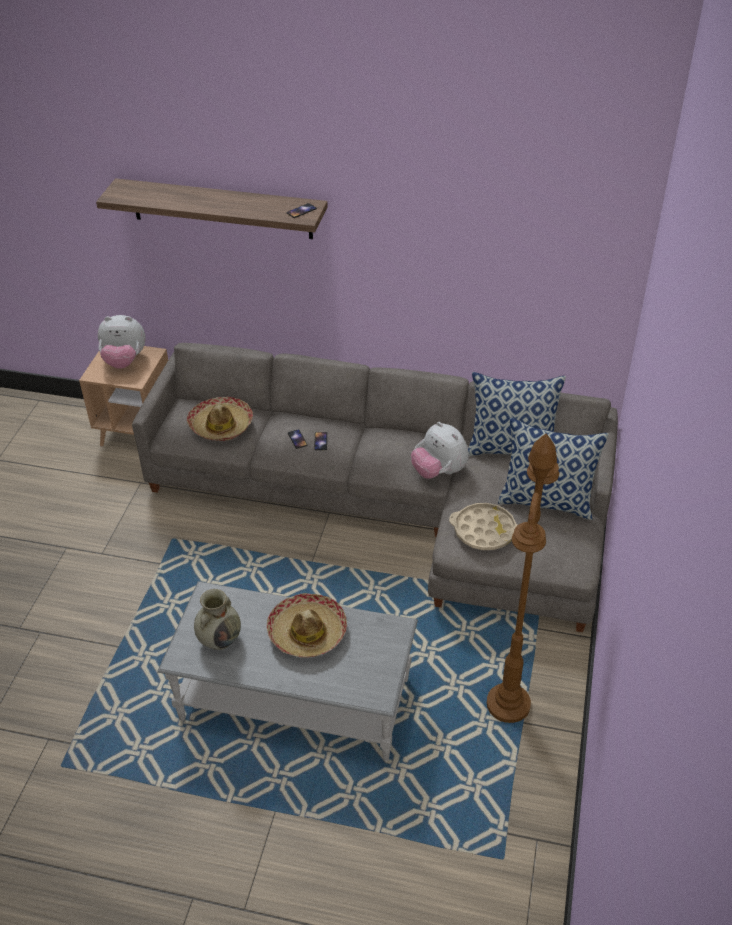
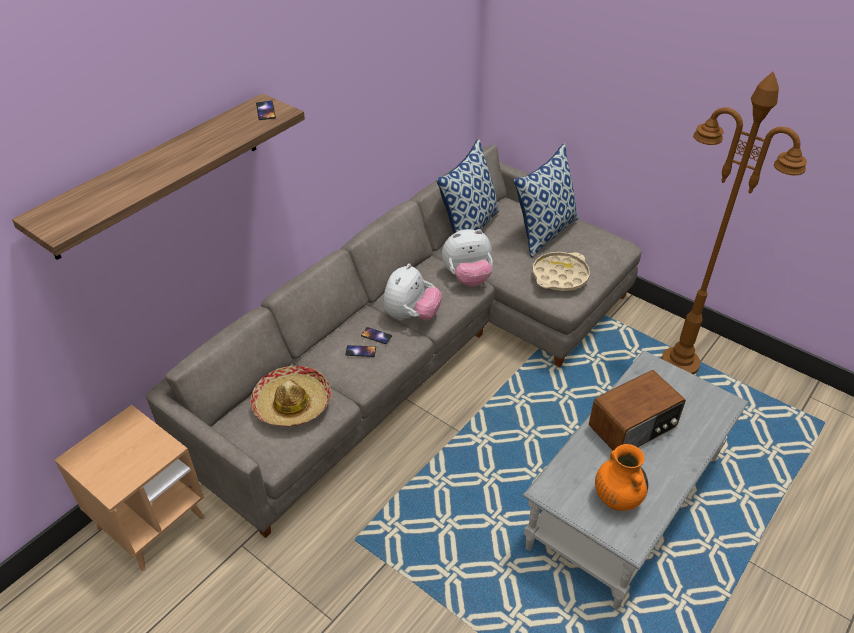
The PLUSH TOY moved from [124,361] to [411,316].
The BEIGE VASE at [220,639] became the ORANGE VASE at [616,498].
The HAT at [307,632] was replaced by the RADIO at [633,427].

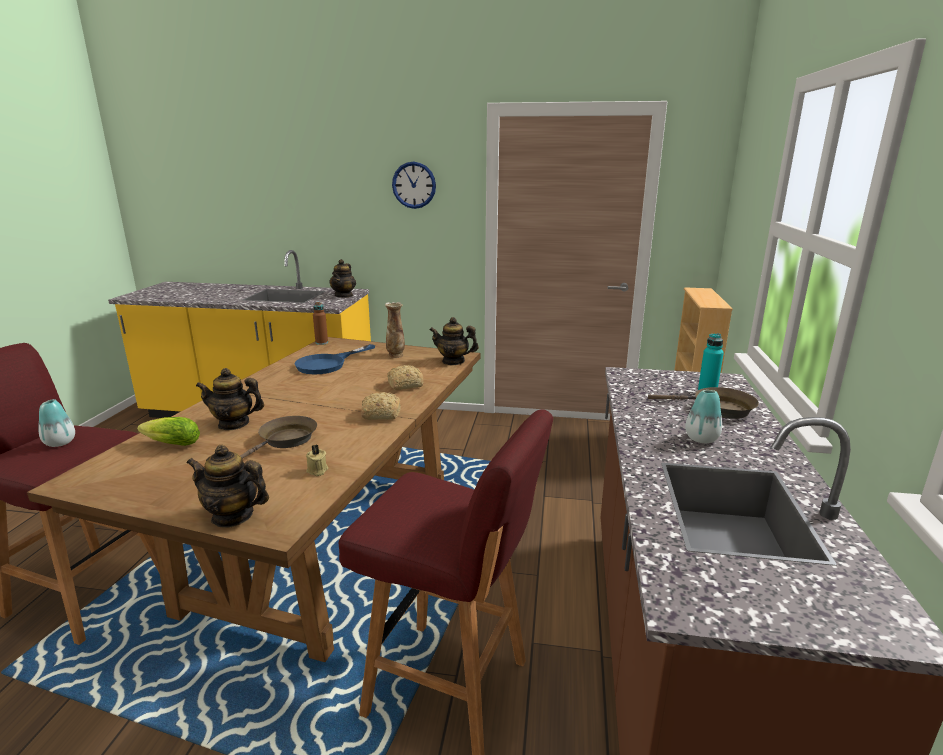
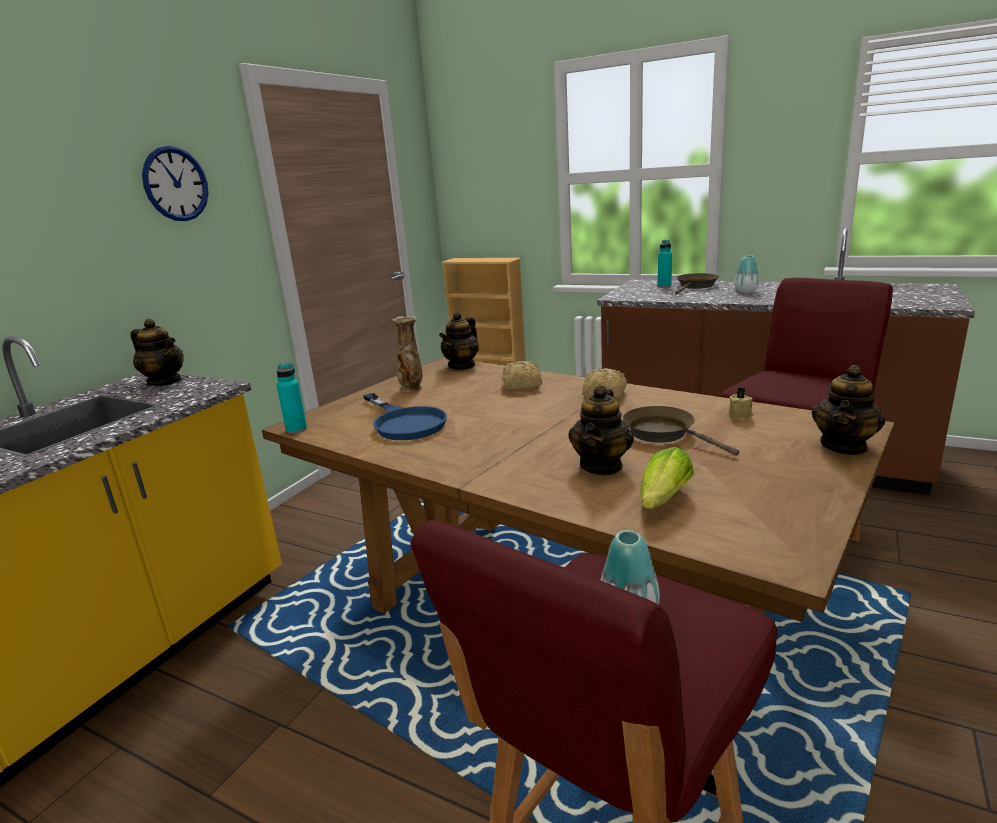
The BROWN BOTTLE at [321,343] became the TURQUOISE BOTTLE at [296,429].

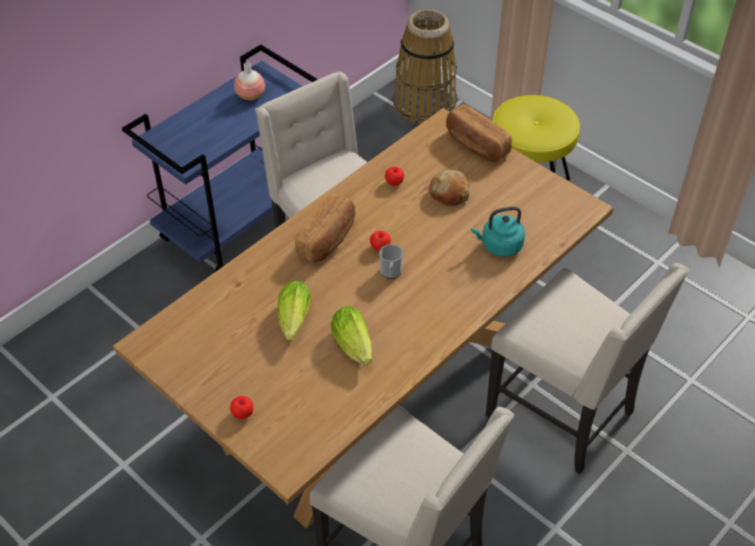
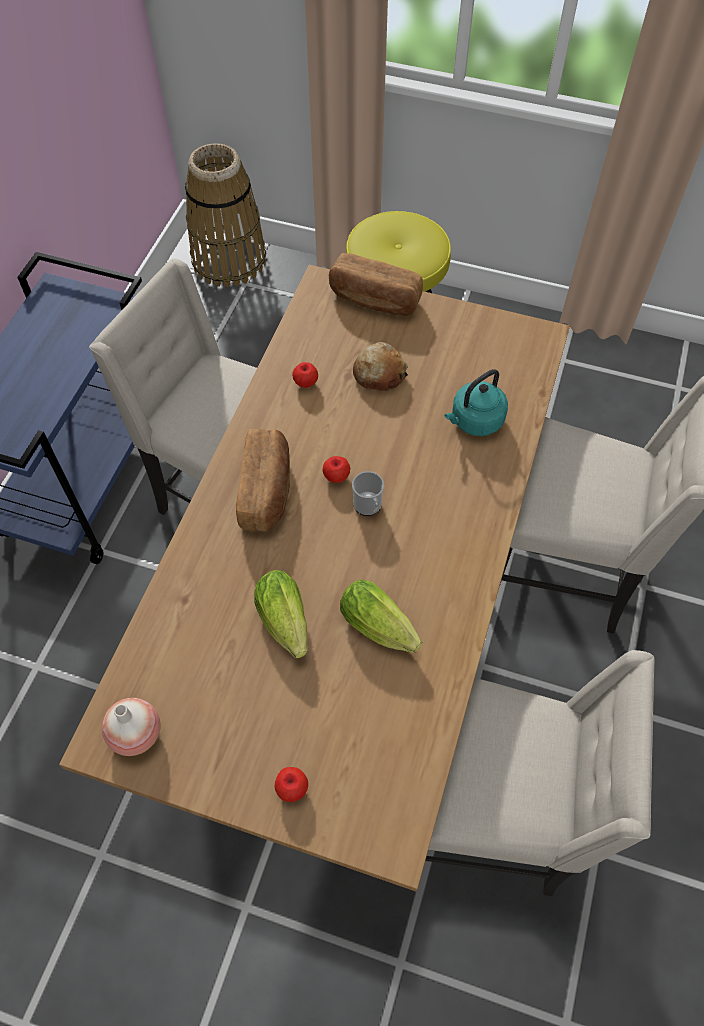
The VASE moved from [250,95] to [136,734].

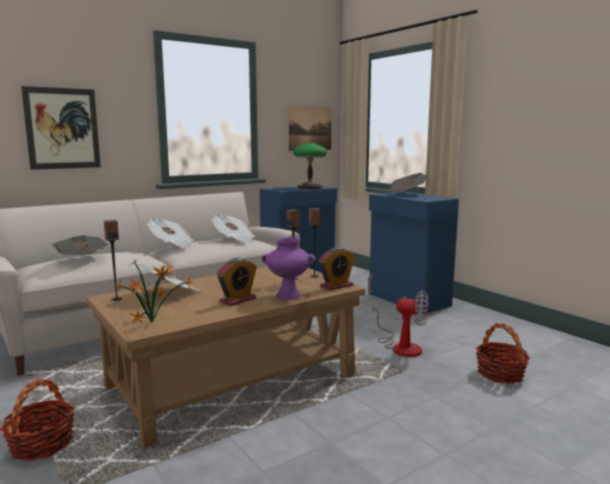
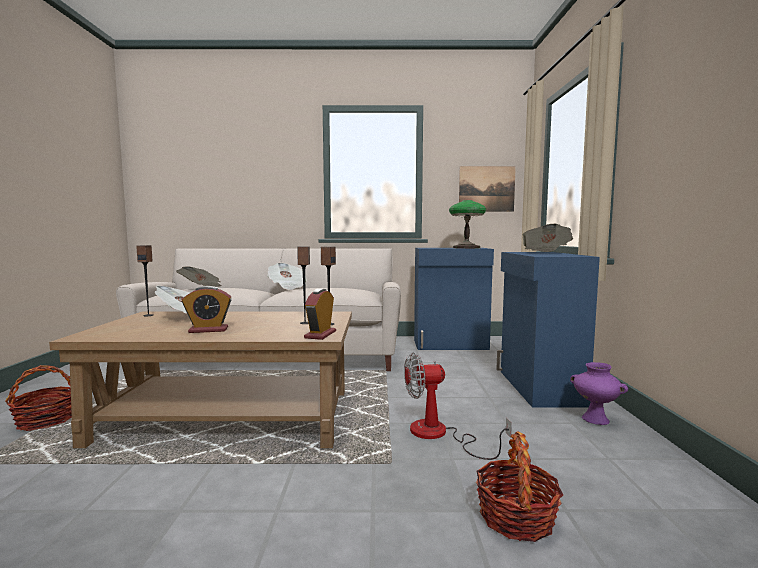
The PICTURE at [62,128] disappeared.
The POTTED PLANT at [153,322] disappeared.
The NEWSPAPER at [234,239] disappeared.
The PURPLE VASE moved from [287,296] to [594,419].
The ALARM CLOCK at [336,286] turned 105 degrees clockwise.
The FAN at [401,346] turned 120 degrees clockwise.

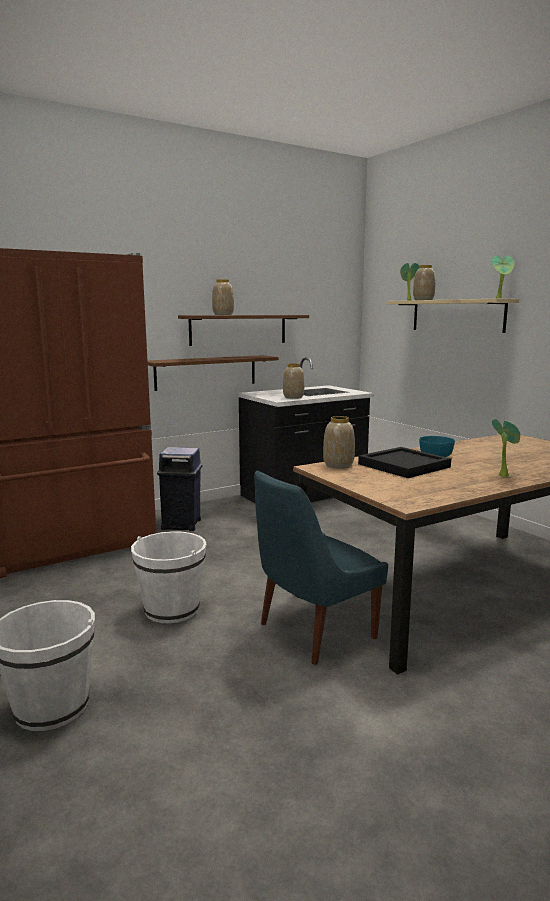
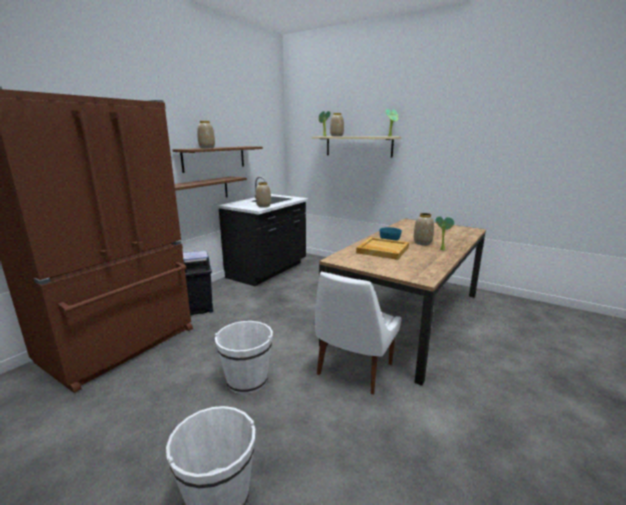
The BLUE CHAIR at [313,632] became the WHITE CHAIR at [353,370].
The VASE moved from [338,465] to [422,243].
The BLACK TRAY at [403,465] became the BEIGE TRAY at [382,250].

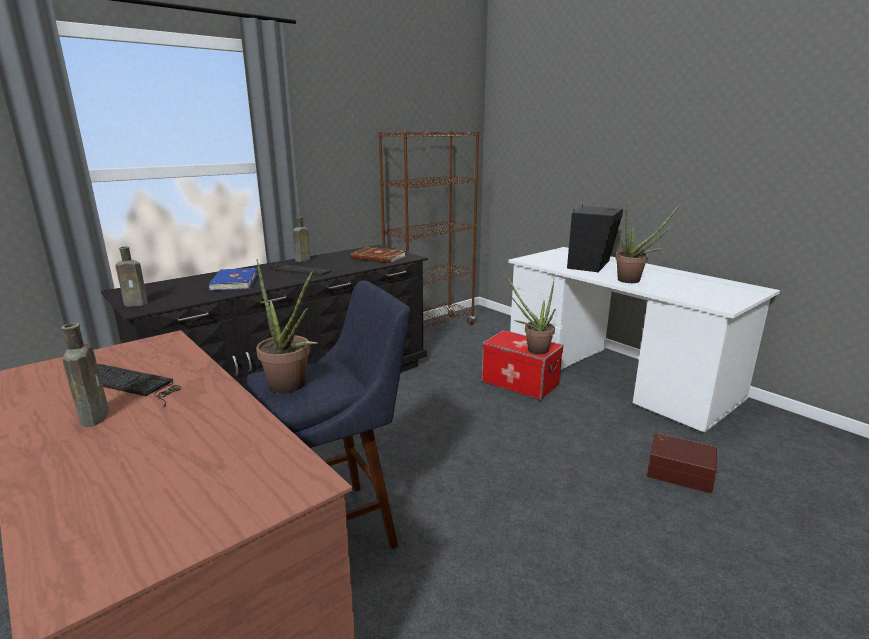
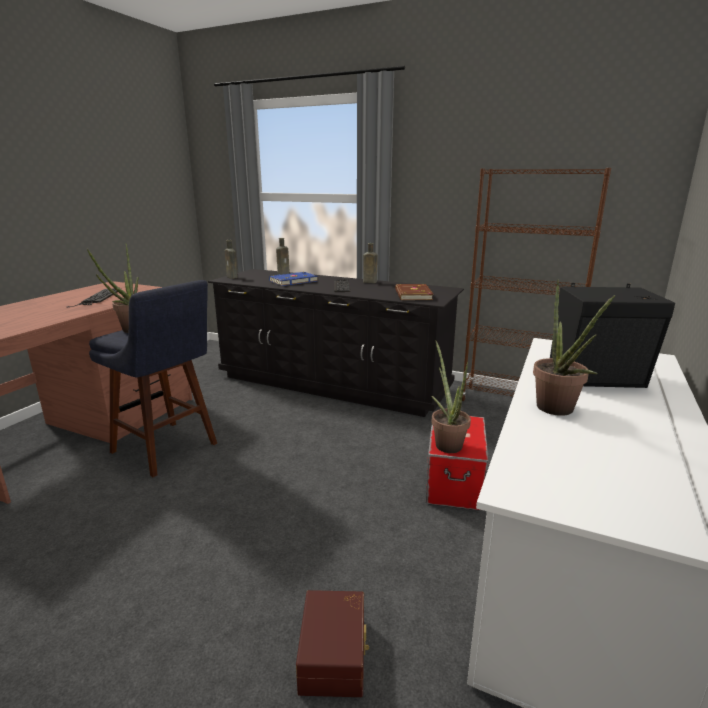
The BROWN BOTTLE moved from [95,416] to [284,274].

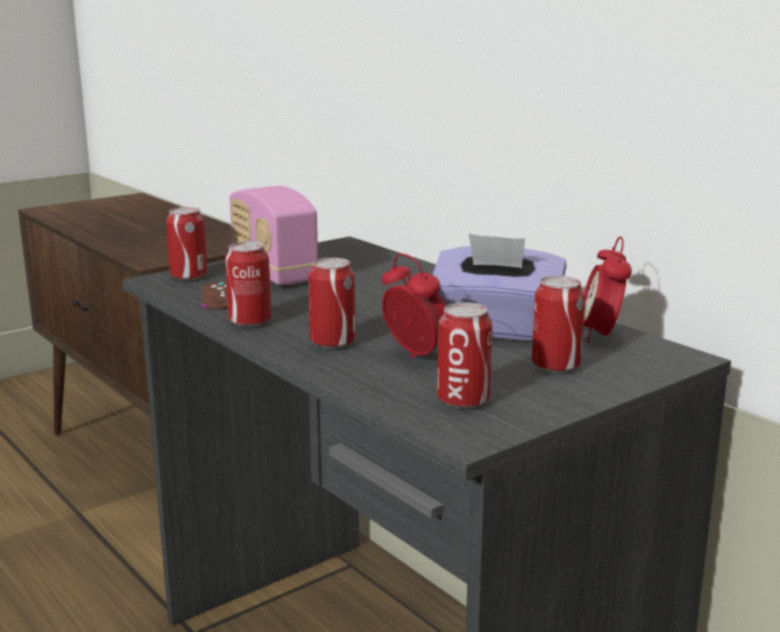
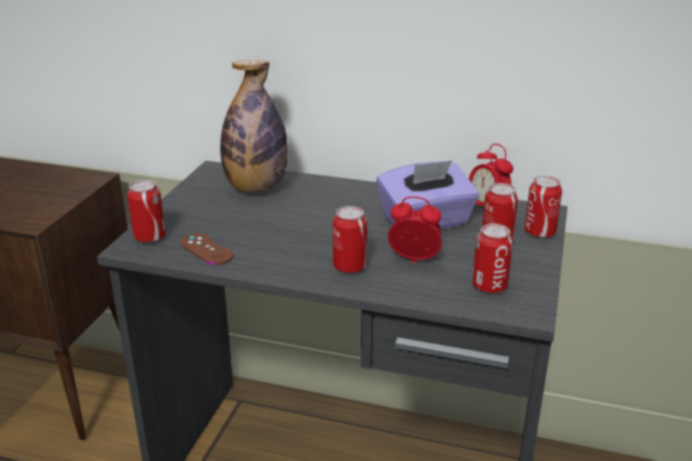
The CAN moved from [250,321] to [539,232].
The RADIO at [274,273] disappeared.
The BOTTLE at [256,188] appeared.

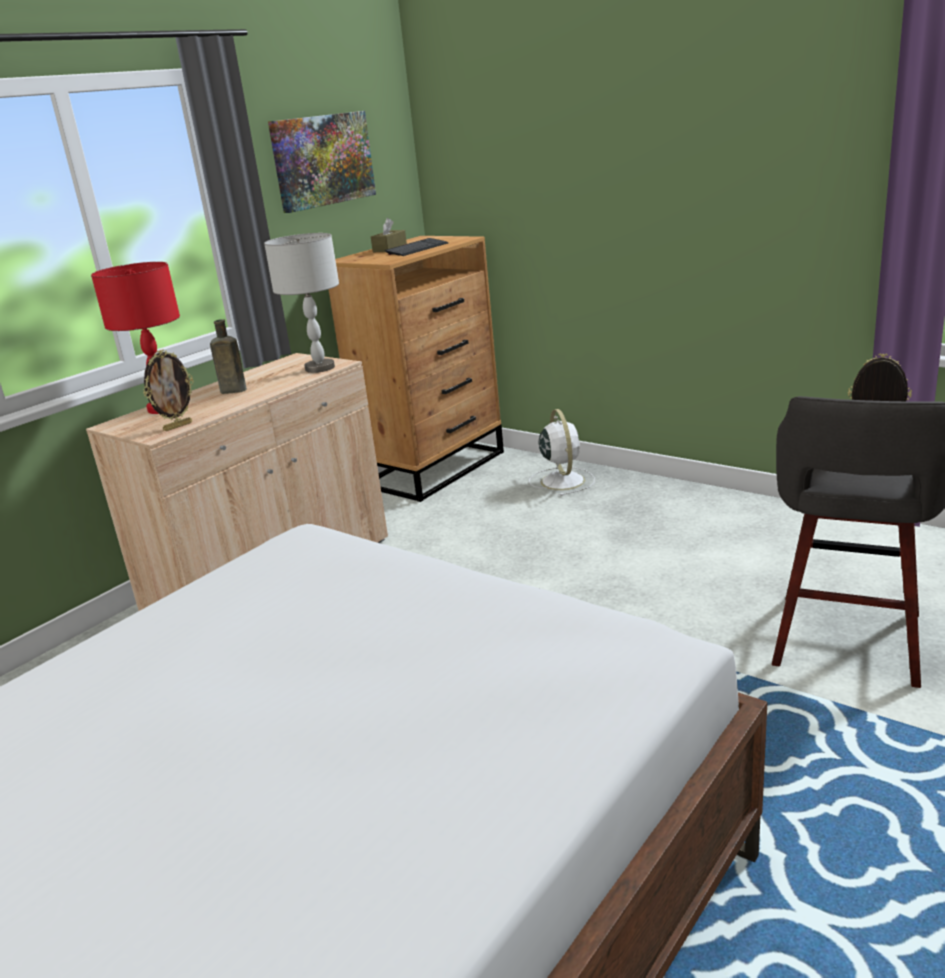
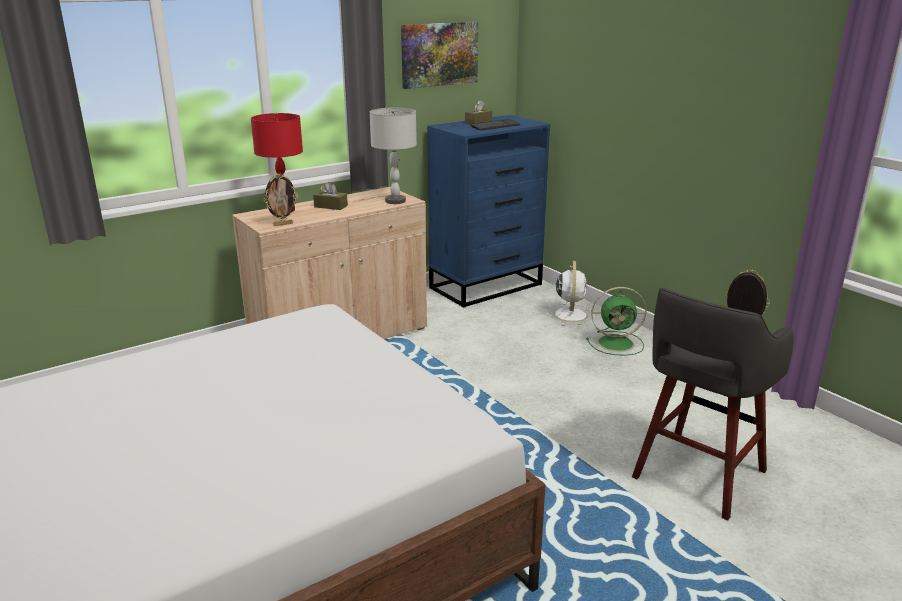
The BROWN BOTTLE at [231,391] was replaced by the BROWN TISSUE BOX at [331,206].
The BROWN DRESSER at [435,468] became the BLUE DRESSER at [487,286].
The GREEN FAN at [617,343] appeared.

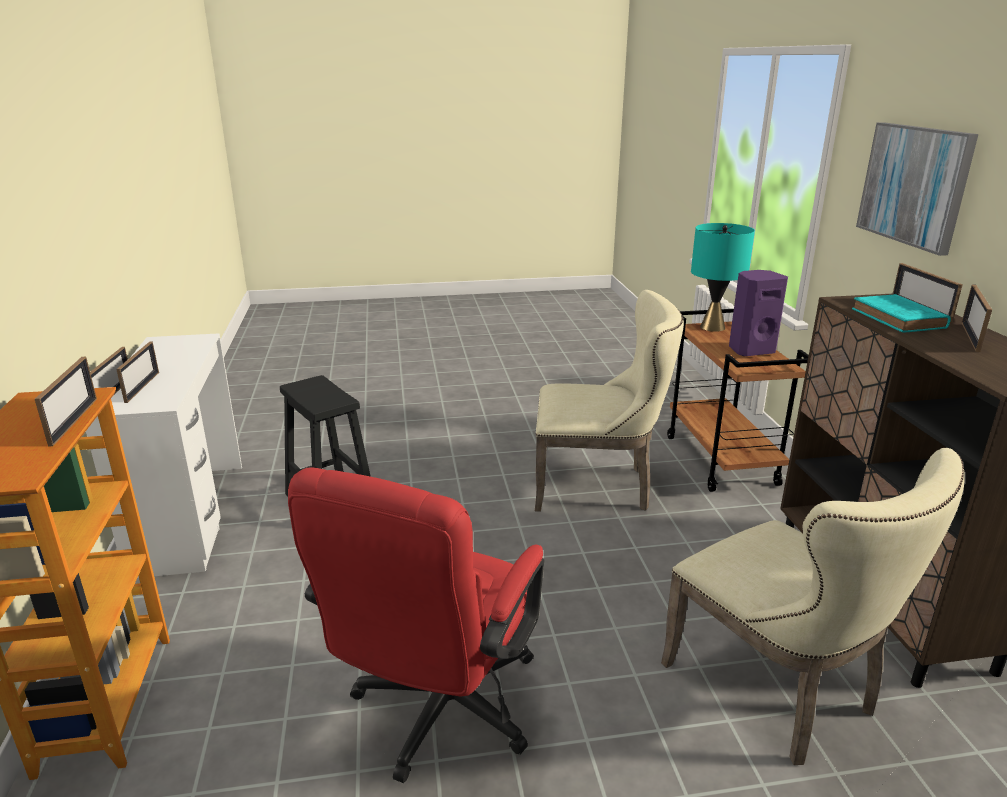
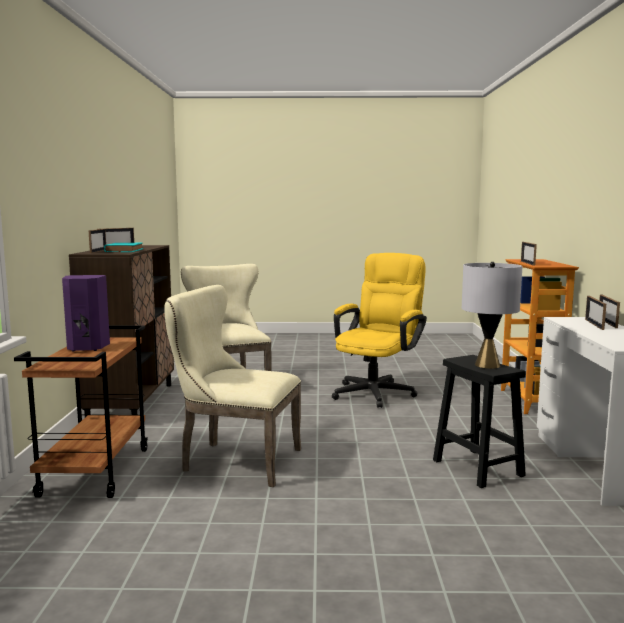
The RED OFFICE CHAIR at [438,715] became the YELLOW OFFICE CHAIR at [377,391].
The TURQUOISE TABLE LAMP at [712,327] disappeared.
The PICTURE at [914,185] disappeared.
The GREY TABLE LAMP at [487,365] appeared.

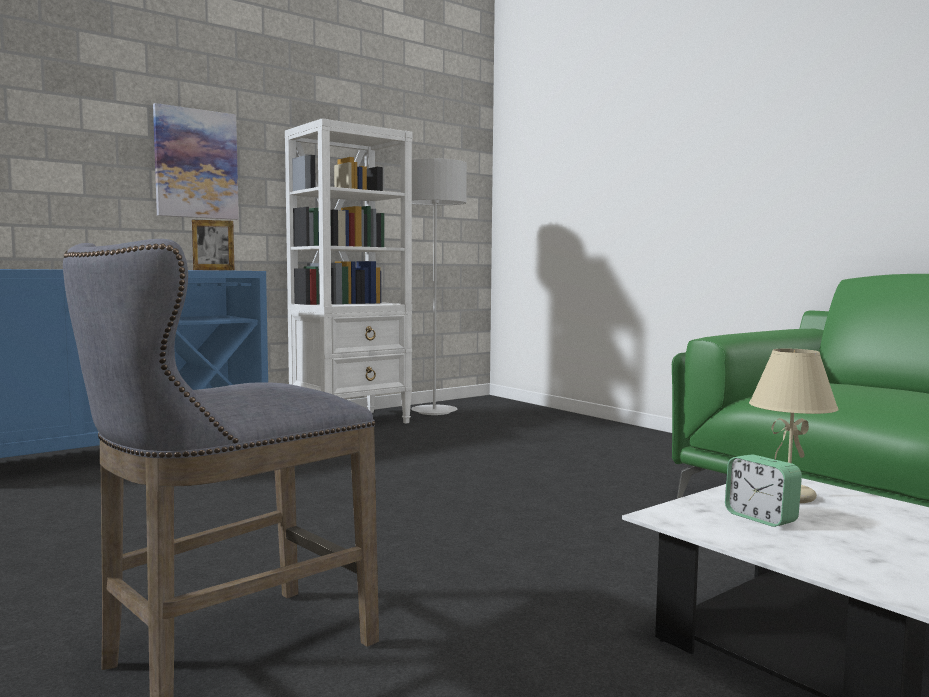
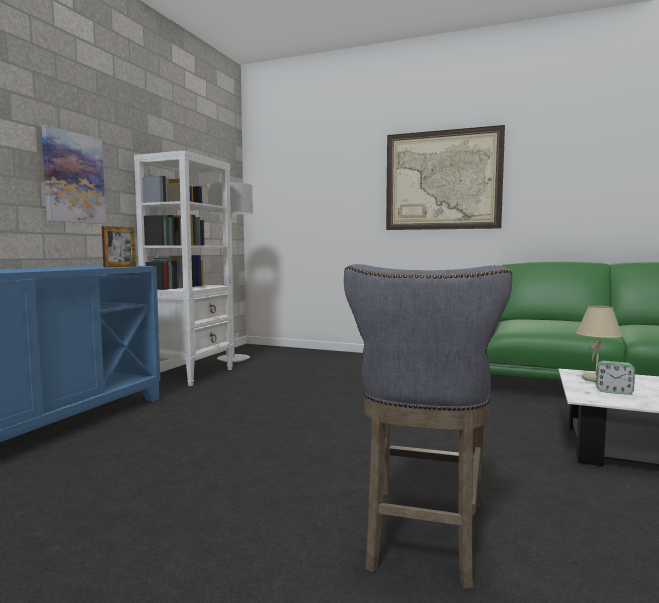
The PICTURE at [442,180] appeared.

